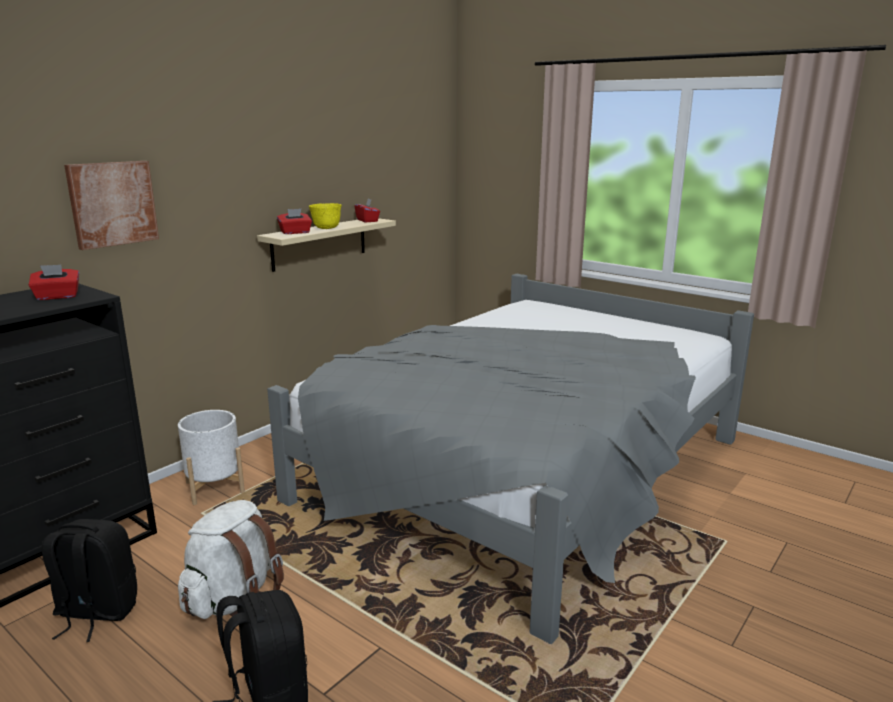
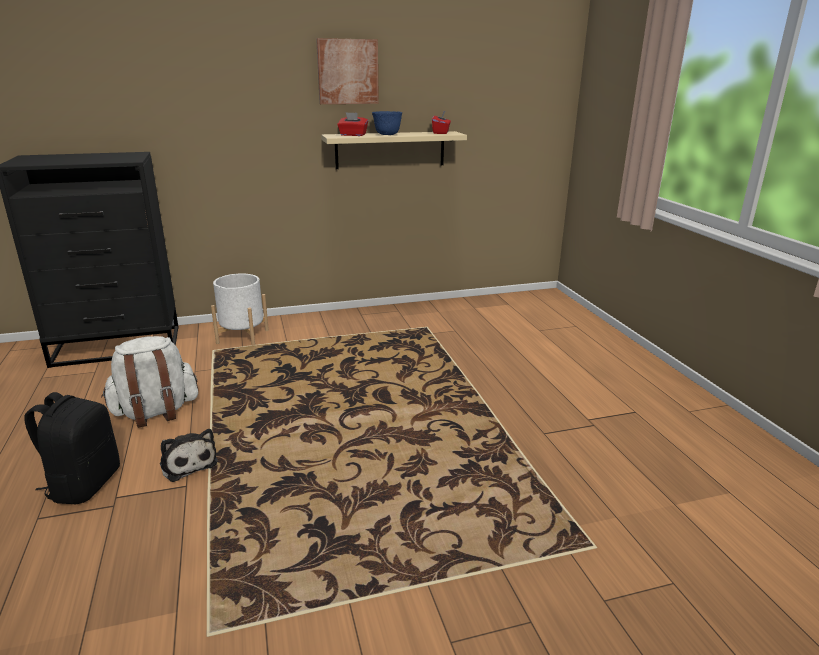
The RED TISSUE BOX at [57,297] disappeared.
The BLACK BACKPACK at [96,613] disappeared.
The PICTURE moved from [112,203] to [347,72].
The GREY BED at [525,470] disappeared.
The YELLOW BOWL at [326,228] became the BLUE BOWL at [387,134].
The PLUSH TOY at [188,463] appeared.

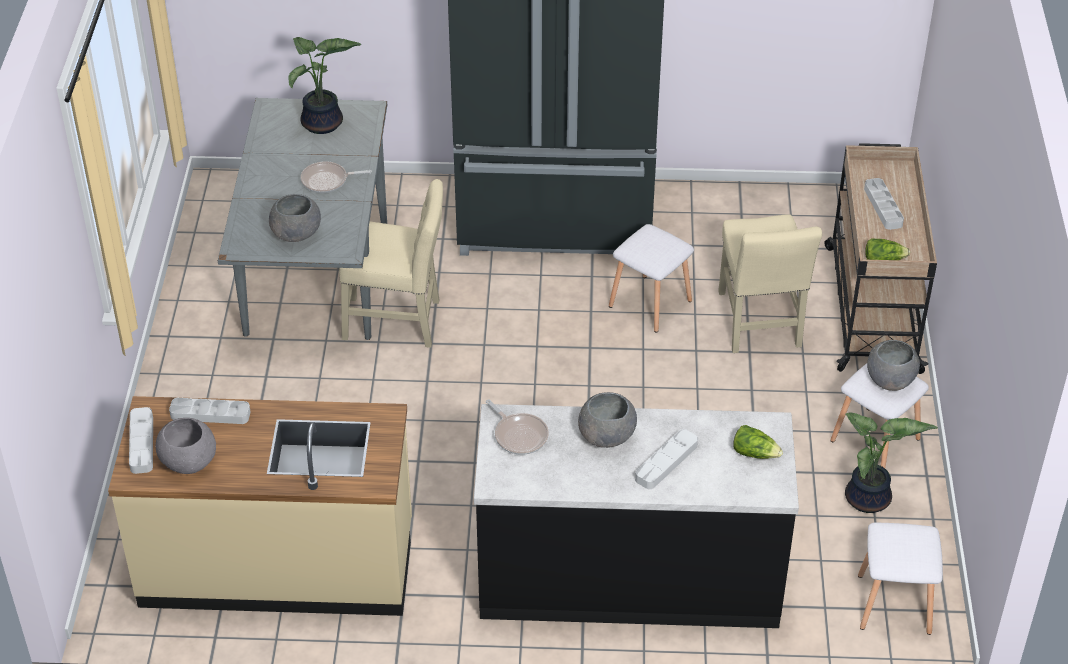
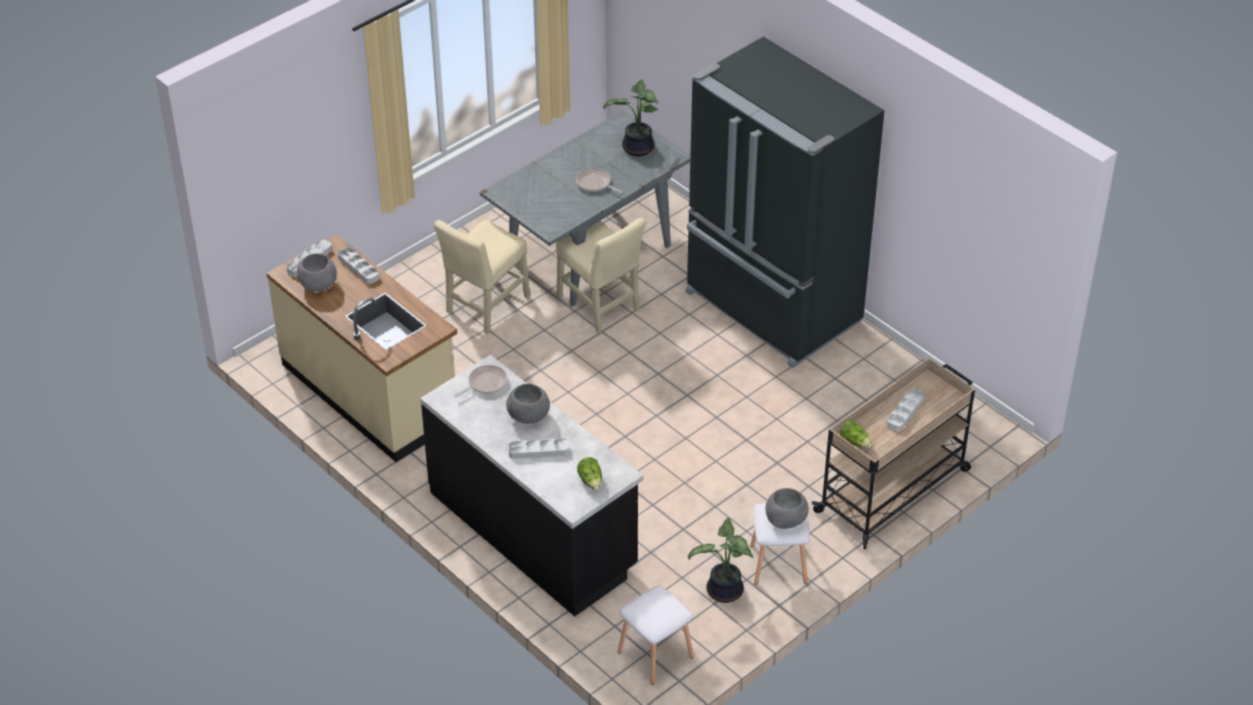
The GREY BOWL at [296,234] disappeared.
The FRYING PAN at [519,435] turned 135 degrees counterclockwise.
The WHITE STOOL at [651,303] disappeared.
The BEIGE CHAIR moved from [759,323] to [485,307].

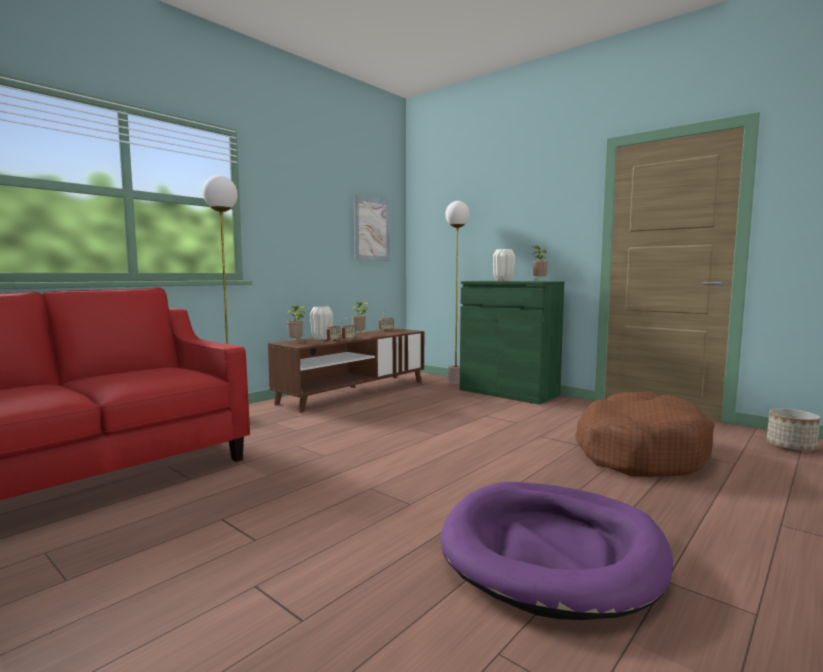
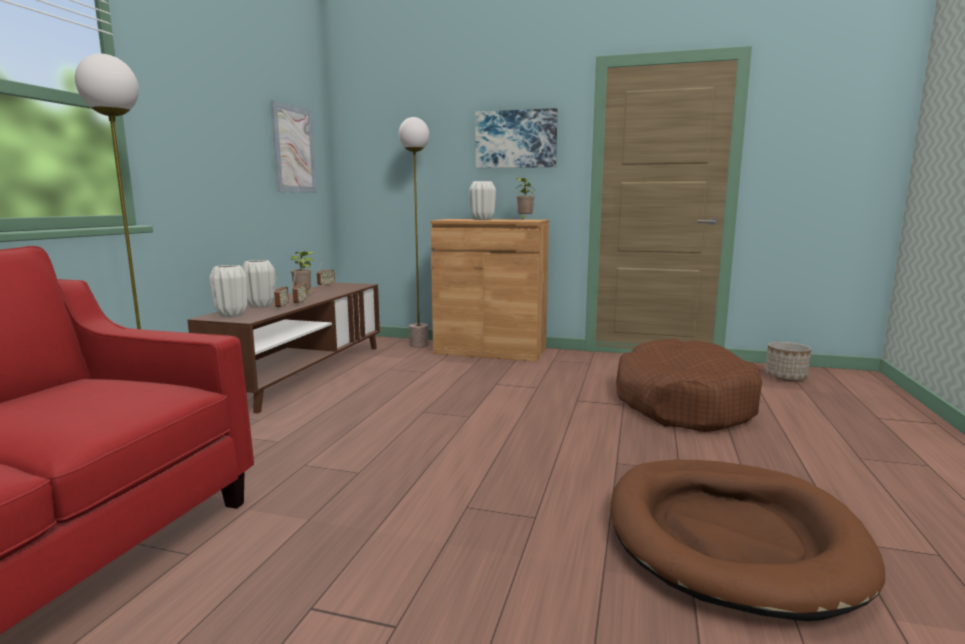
The POTTED PLANT at [296,342] was replaced by the WHITE VASE at [232,314].
The PURPLE DOG BED at [552,551] became the BROWN DOG BED at [730,537].
The GREEN CABINET at [508,392] became the BROWN CABINET at [490,351].
The PICTURE at [516,139] appeared.

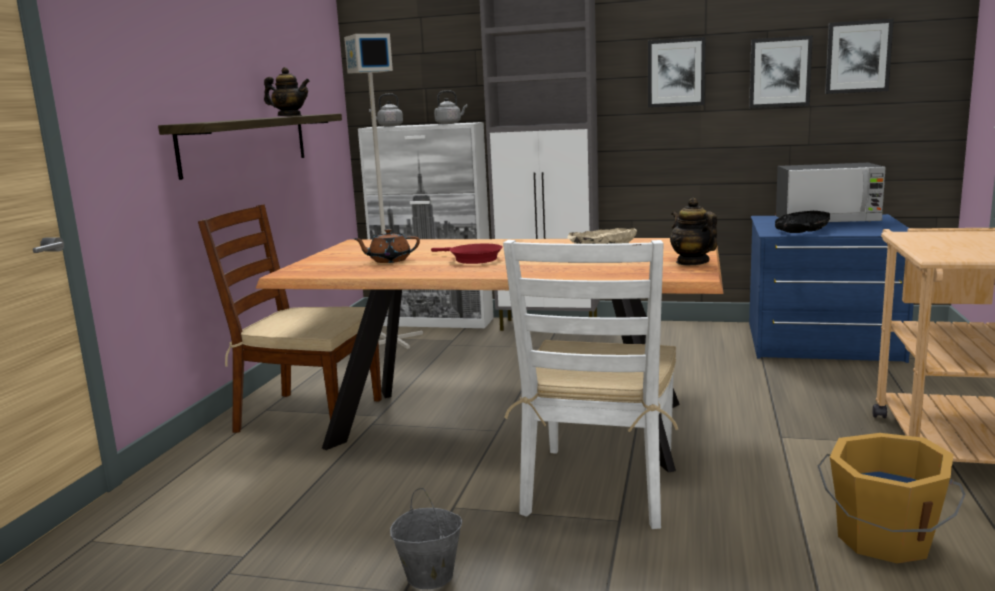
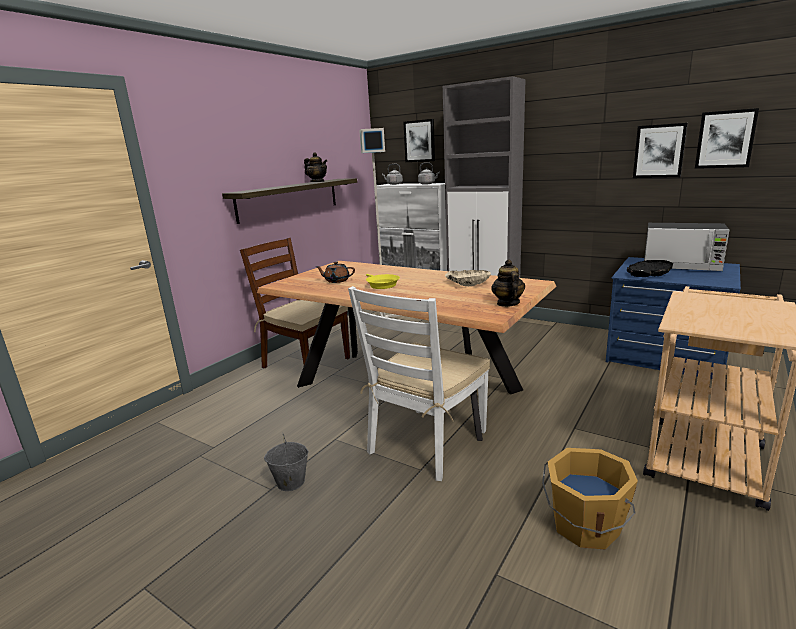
The RED FRYING PAN at [472,259] became the YELLOW FRYING PAN at [381,285].
The PICTURE moved from [676,72] to [419,141].

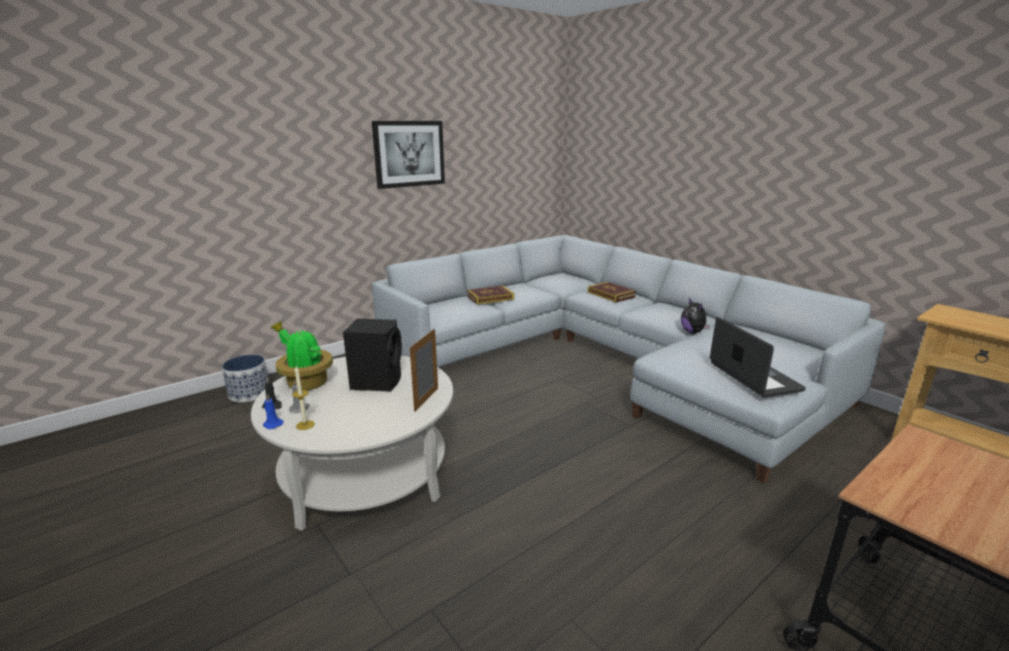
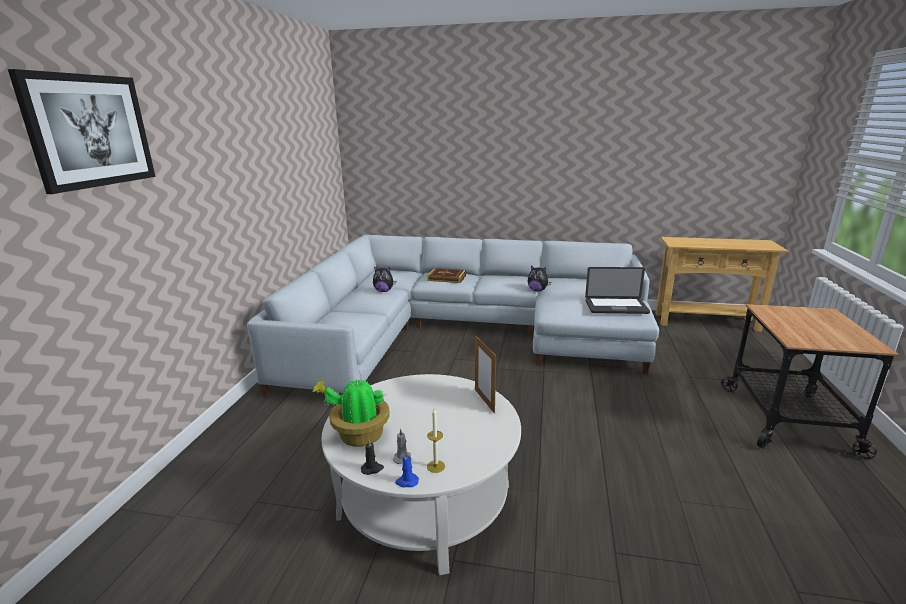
The PLANTER at [249,393] disappeared.
The BLACK SPEAKER at [377,381] disappeared.
The PICTURE moved from [409,154] to [90,131].
The BOOK at [490,298] disappeared.
The LAPTOP at [754,376] turned 150 degrees clockwise.
The PLUSH TOY at [384,291] appeared.

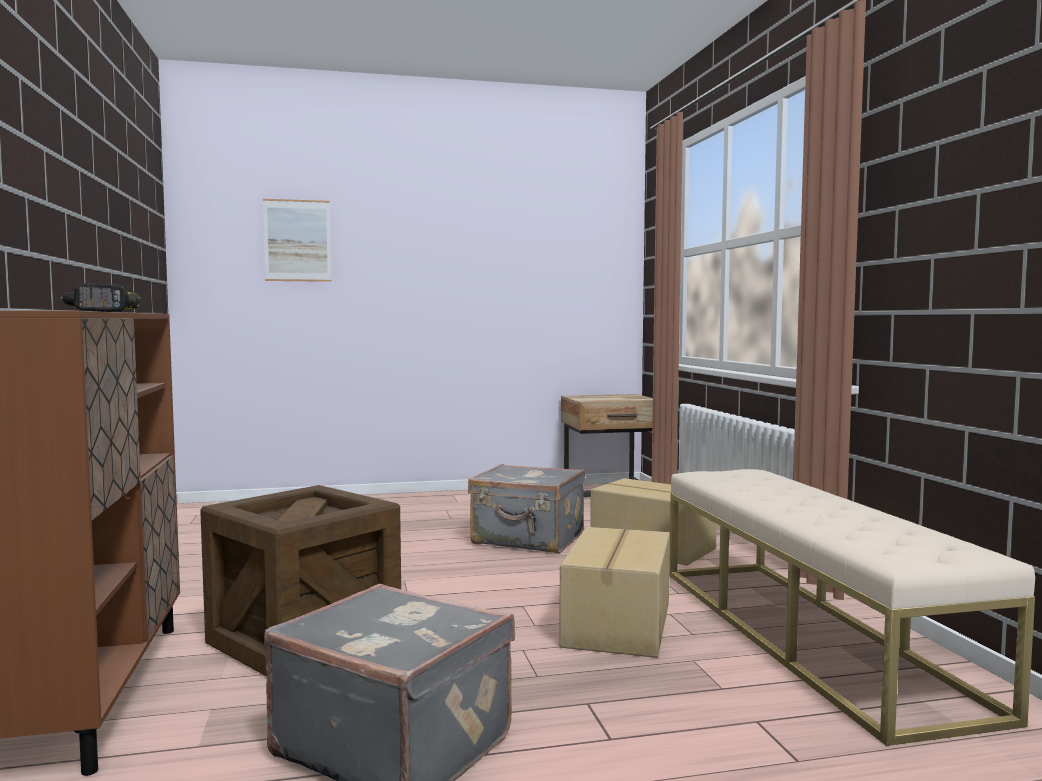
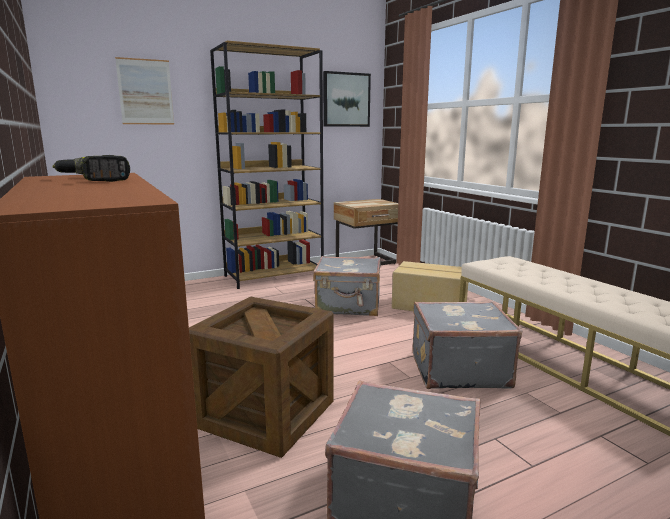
The CARDBOARD BOX at [615,624] was replaced by the GREY SUITCASE at [458,370].
The BROWN BOOKCASE at [274,276] appeared.
The PICTURE at [346,100] appeared.

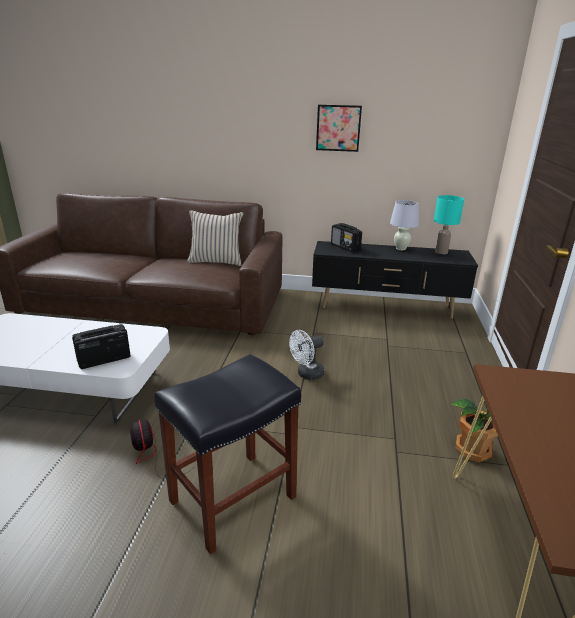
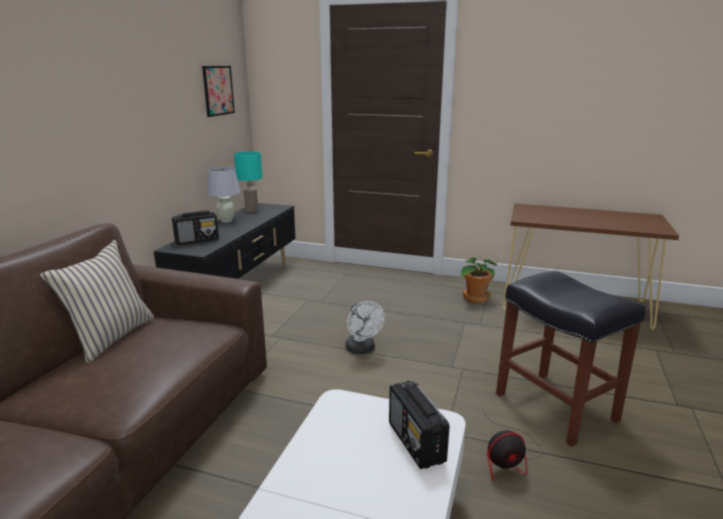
The PICTURE moved from [338,128] to [218,90].

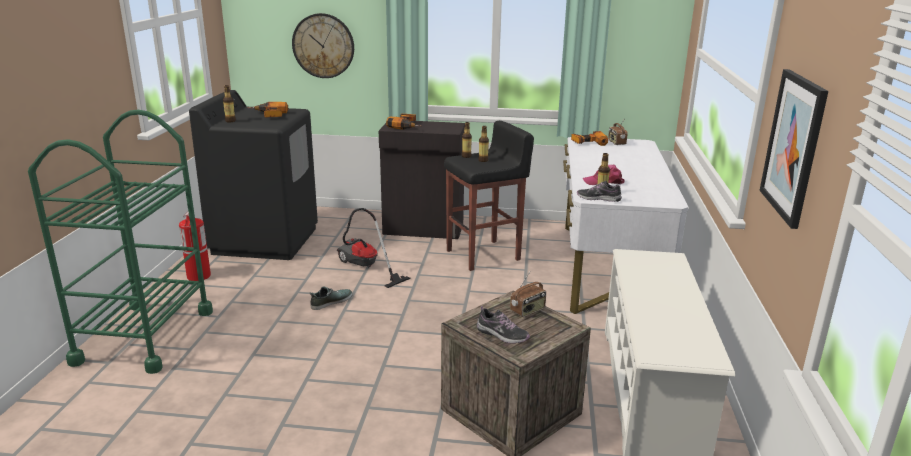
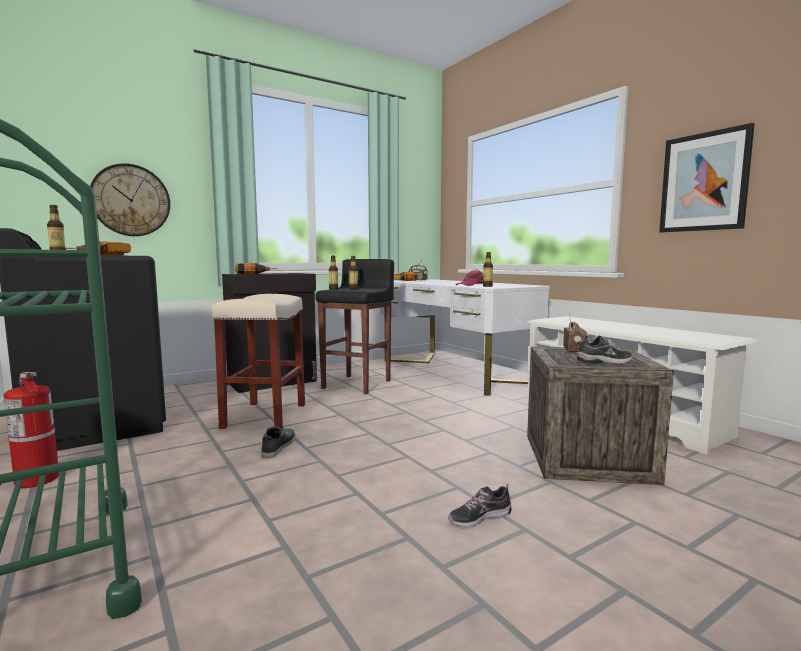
The VACUUM CLEANER at [364,267] was replaced by the BEIGE STOOL at [265,415].
The SHOE moved from [598,199] to [479,517].

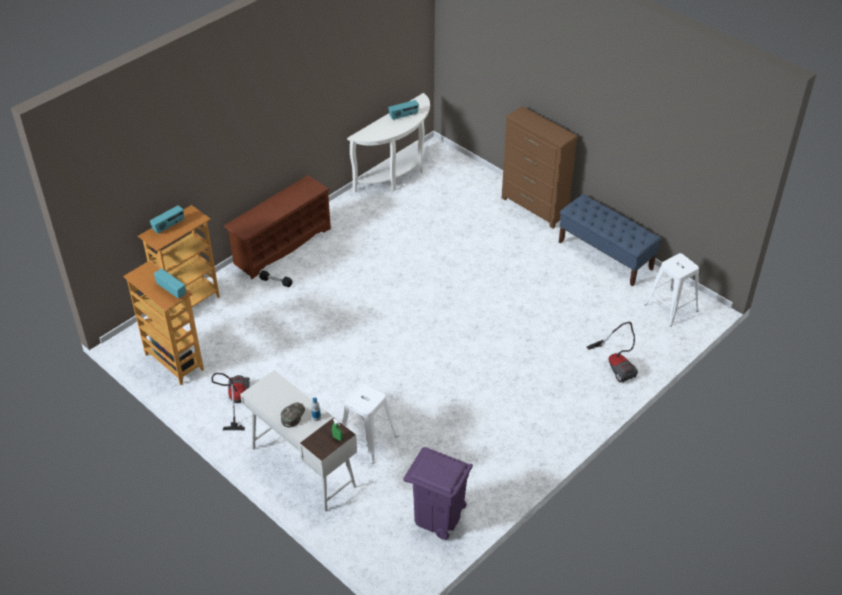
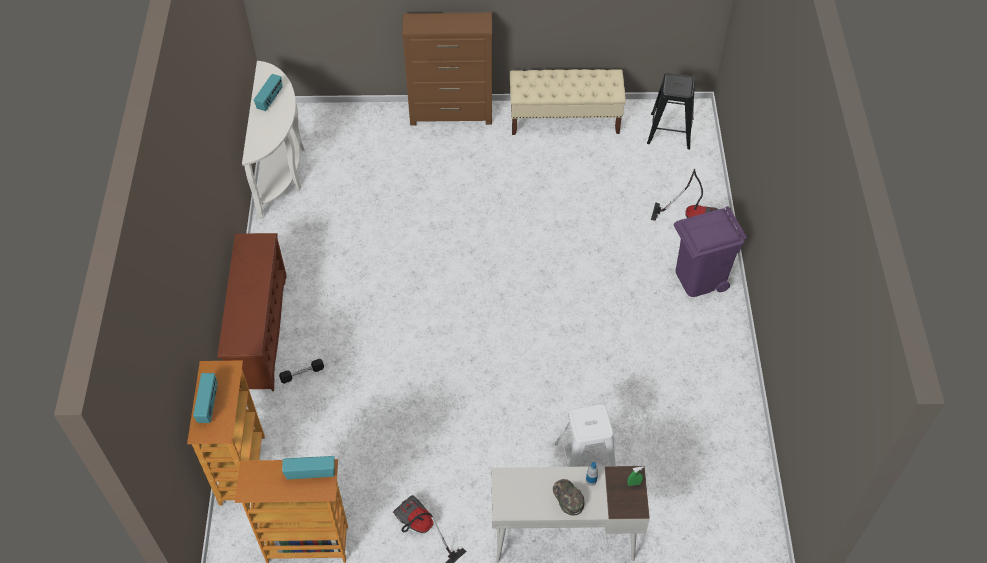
The PURPLE TRASH CAN moved from [438,517] to [699,278].
The BLUE BENCH at [605,255] became the BEIGE BENCH at [565,119].
The WHITE STOOL at [672,307] became the BLACK STOOL at [671,130].

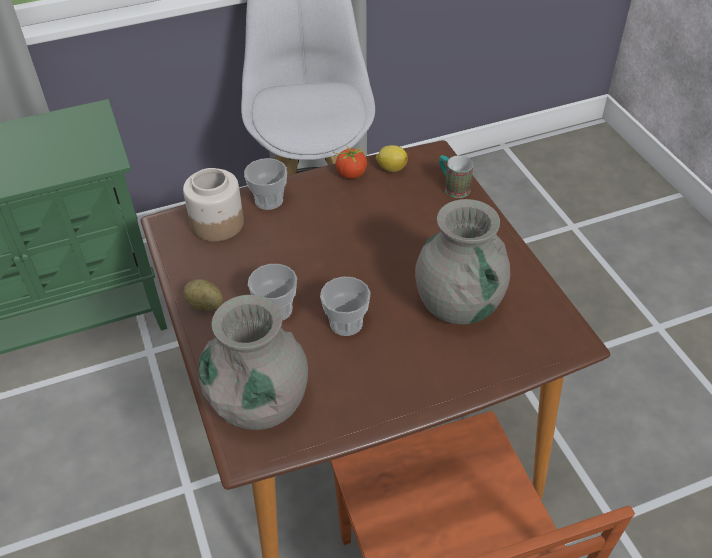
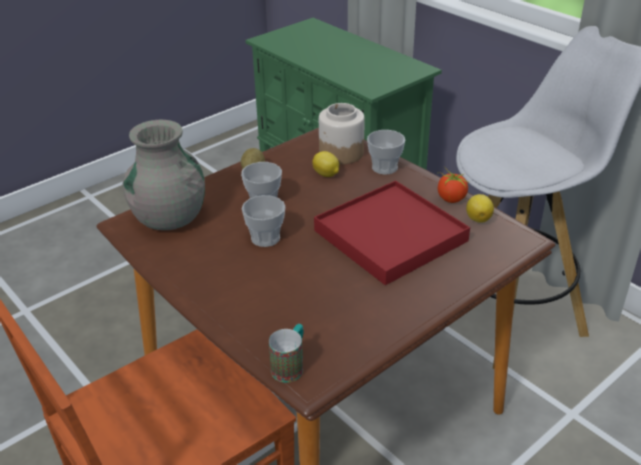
The GREY VASE at [458,304] disappeared.
The MUG moved from [452,187] to [290,365].
The LEMON at [326,175] appeared.
The RED TRAY at [390,236] appeared.

